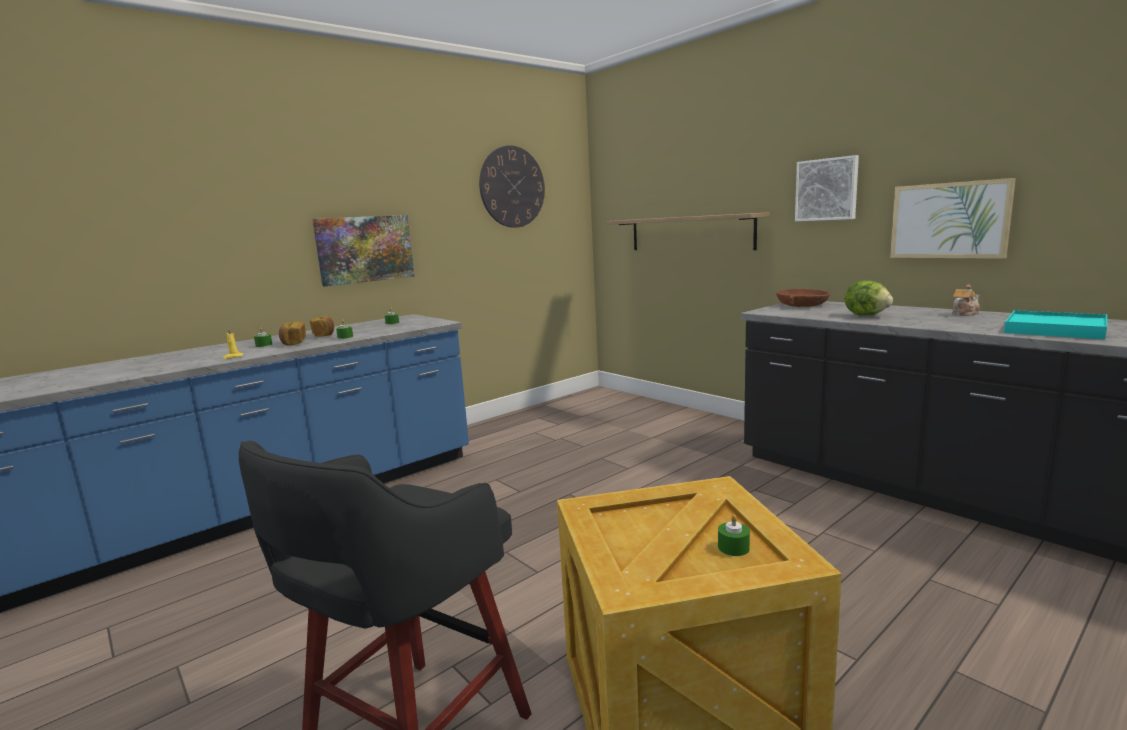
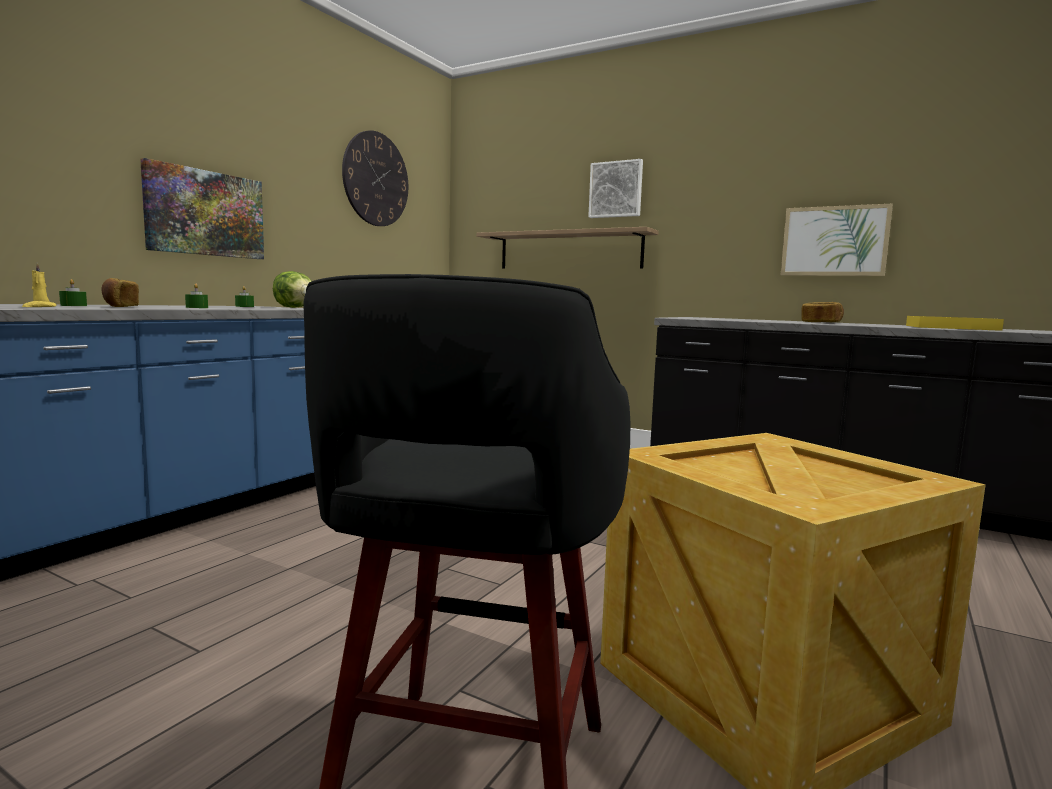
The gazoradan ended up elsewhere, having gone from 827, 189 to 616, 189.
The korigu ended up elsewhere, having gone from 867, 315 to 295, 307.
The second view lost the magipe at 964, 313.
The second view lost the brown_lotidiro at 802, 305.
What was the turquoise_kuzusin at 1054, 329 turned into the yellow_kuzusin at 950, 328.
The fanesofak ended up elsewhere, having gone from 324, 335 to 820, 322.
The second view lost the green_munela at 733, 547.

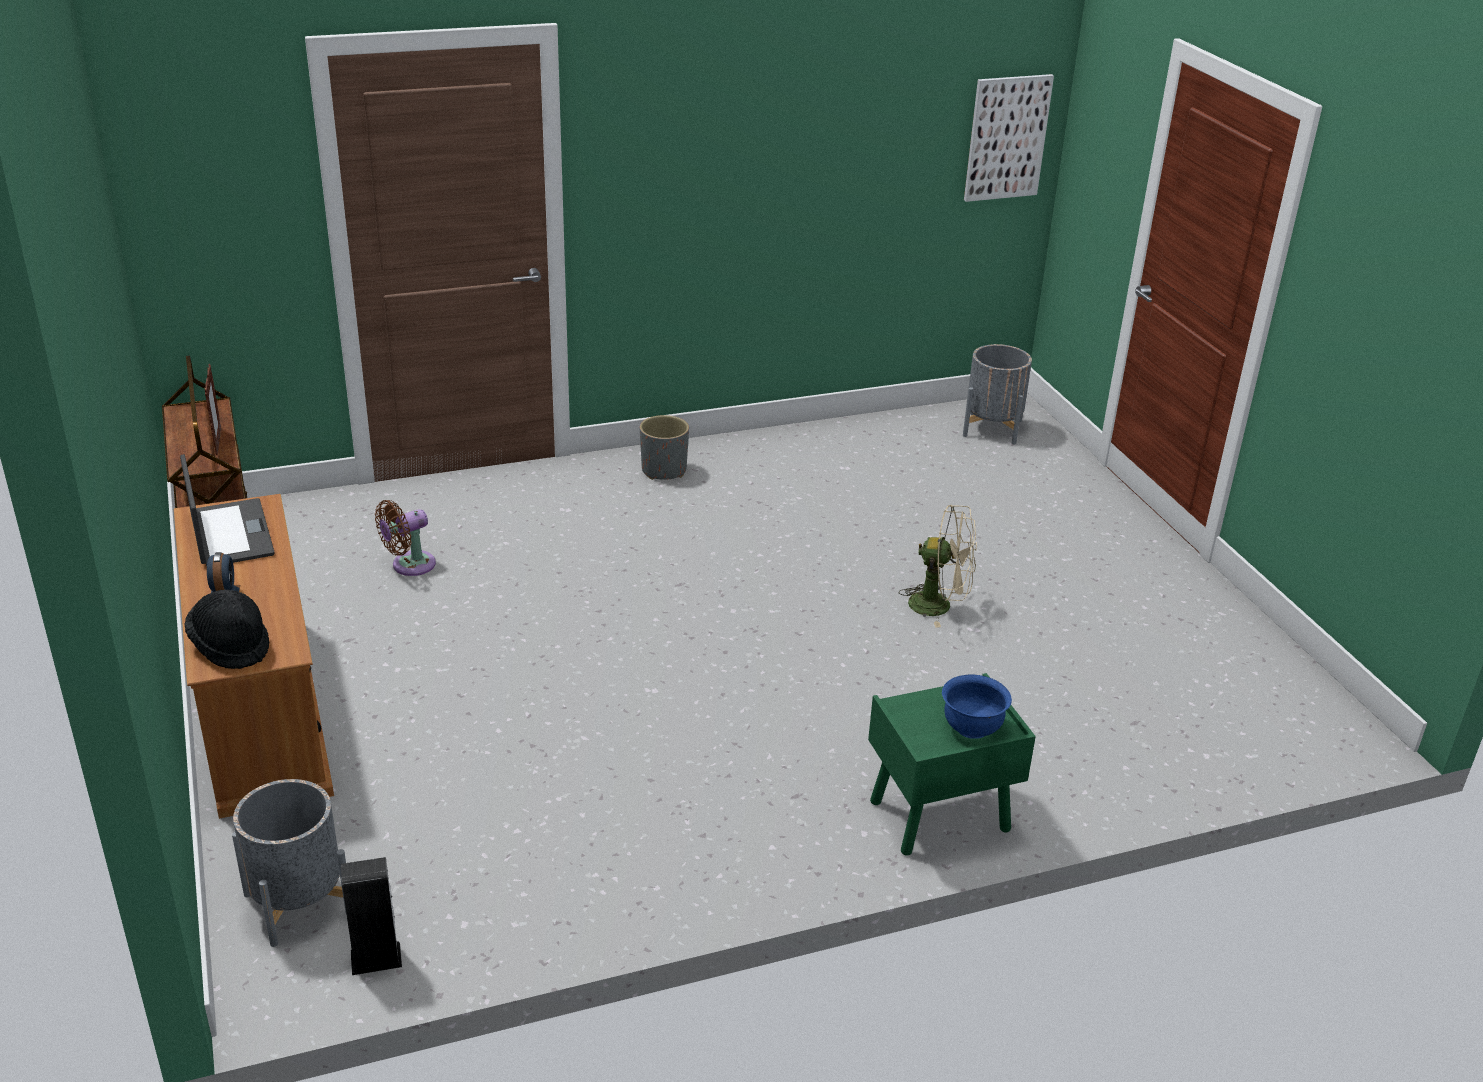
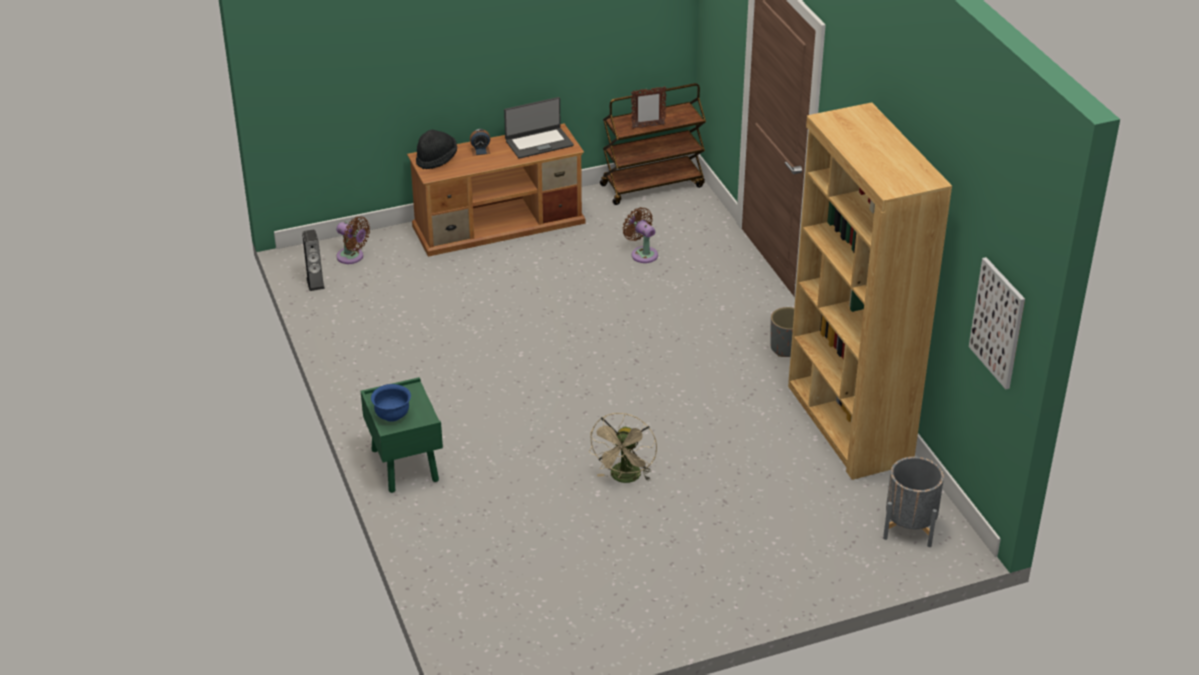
Where the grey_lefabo stood at 298, 903, the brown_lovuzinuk came to stand at 352, 257.
The second view gained the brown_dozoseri at 848, 424.

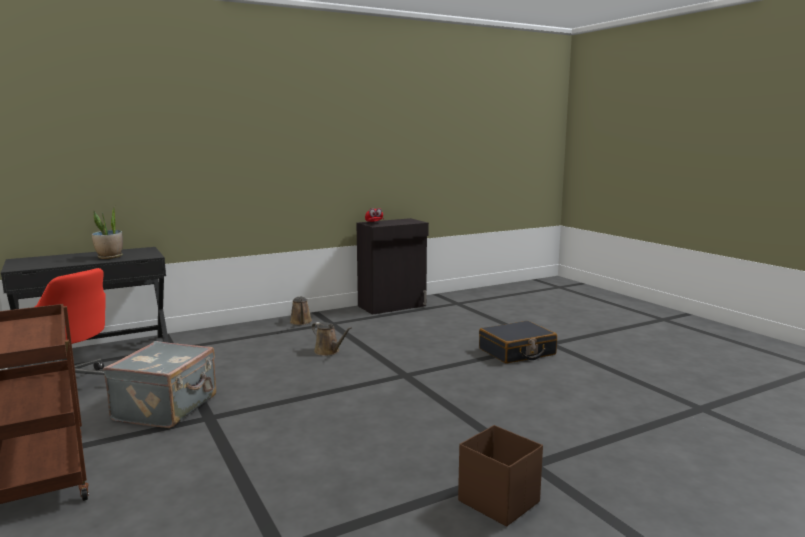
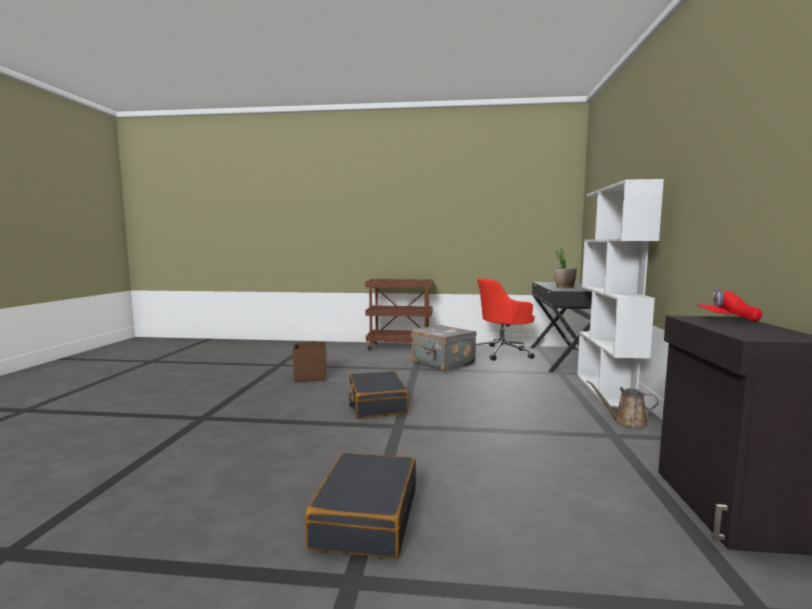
The second view lost the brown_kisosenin at 328, 351.
The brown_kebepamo ended up elsewhere, having gone from 498, 501 to 311, 377.
The second view gained the white_dozoseri at 608, 392.
The second view gained the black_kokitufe at 376, 404.

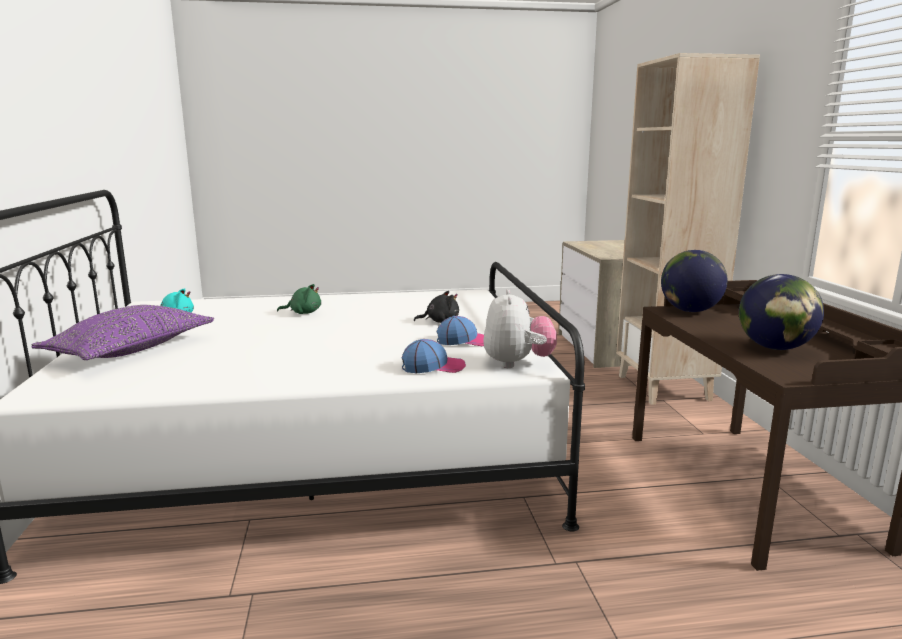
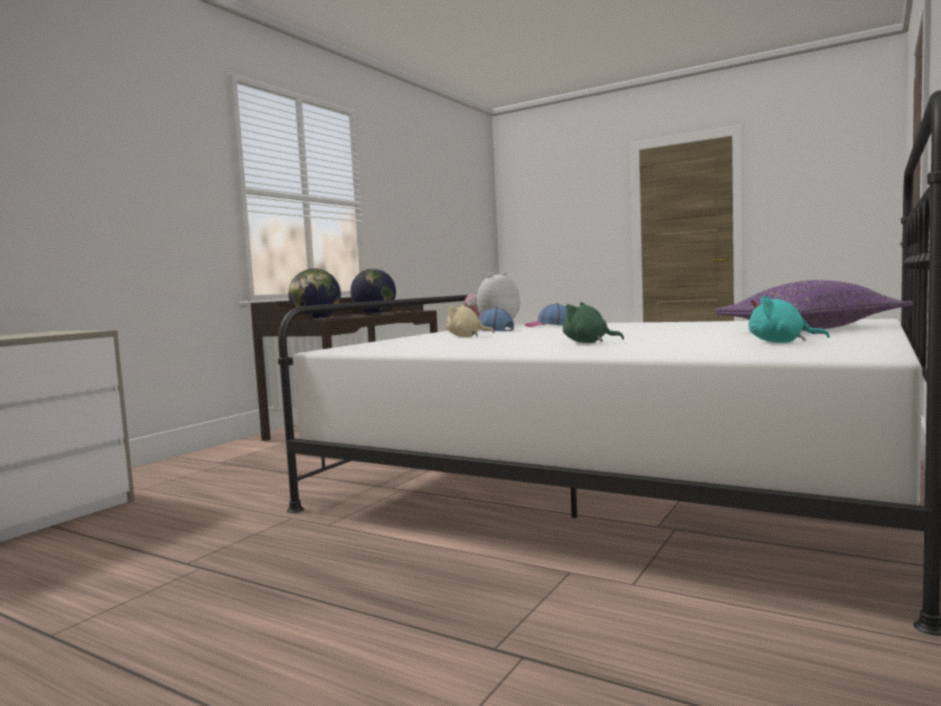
The second view lost the beige_dozoseri at 664, 388.
What was the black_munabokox at 440, 321 turned into the beige_munabokox at 466, 336.

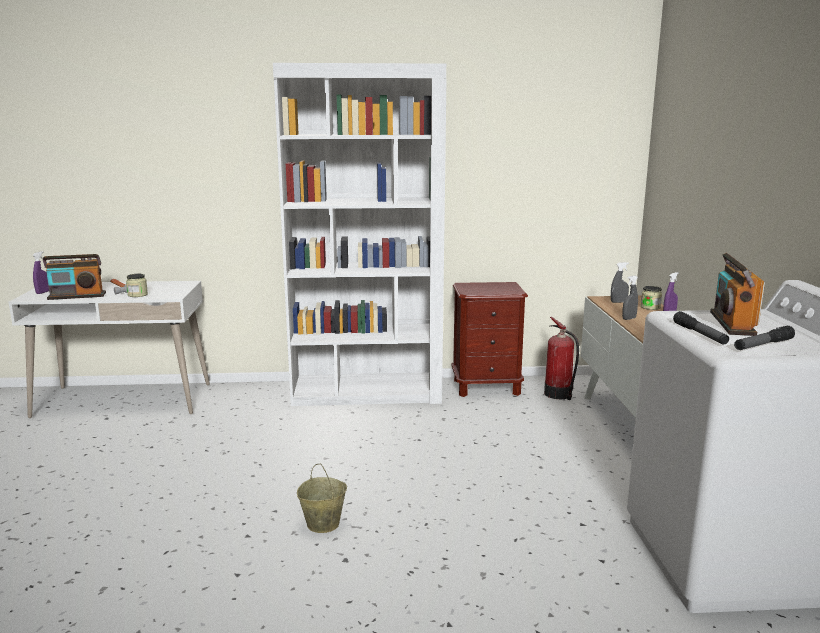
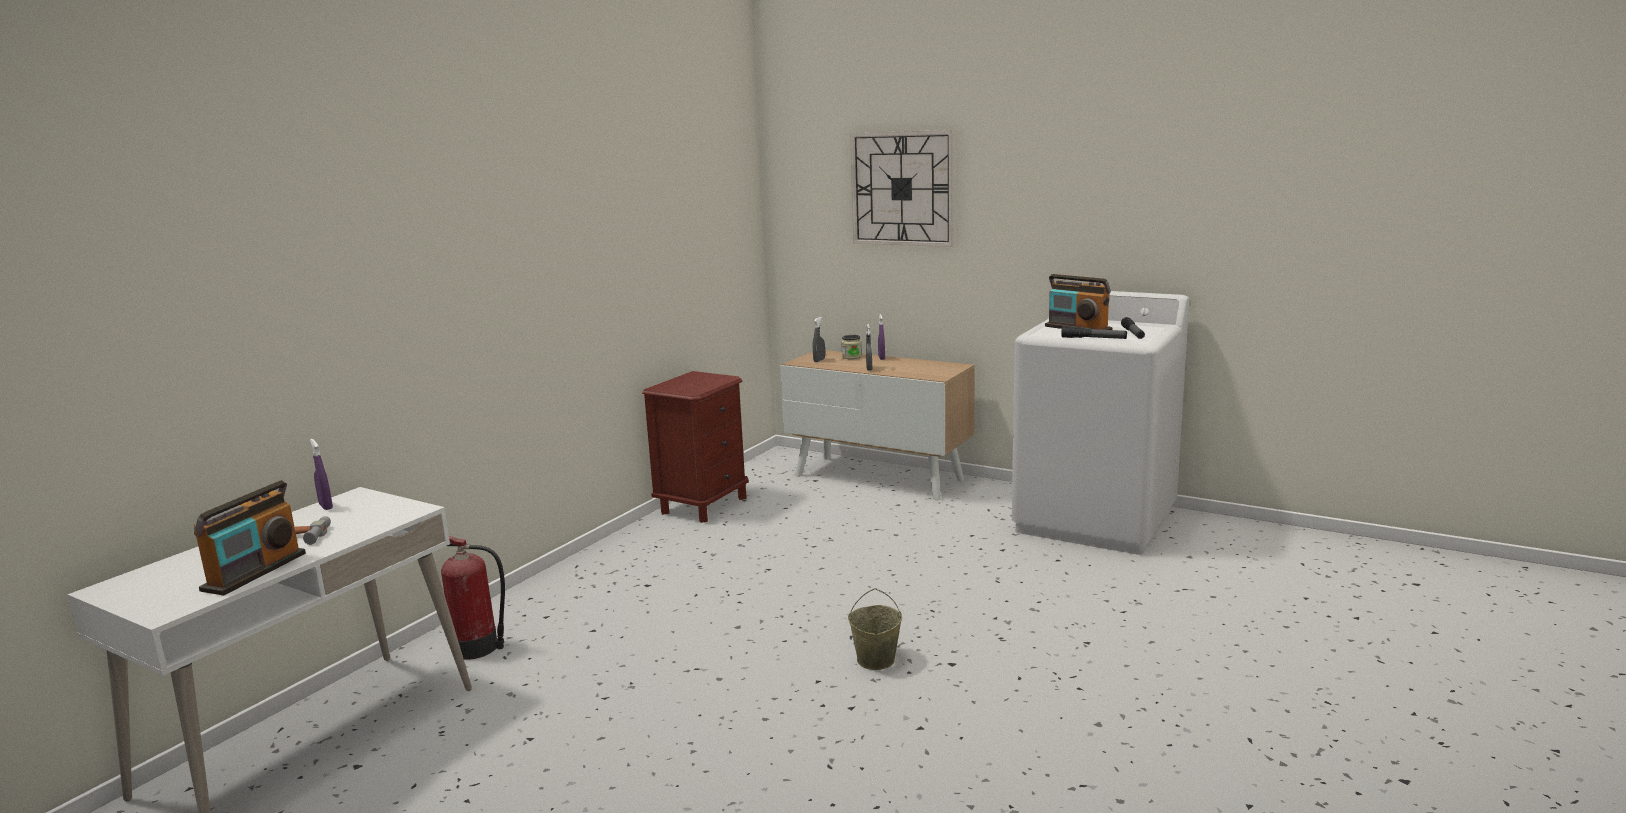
The second view lost the white_dozoseri at 367, 392.
The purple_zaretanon ended up elsewhere, having gone from 43, 292 to 326, 506.
The second view lost the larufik at 137, 295.
The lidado ended up elsewhere, having gone from 559, 394 to 478, 648.
The second view gained the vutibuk at 902, 188.

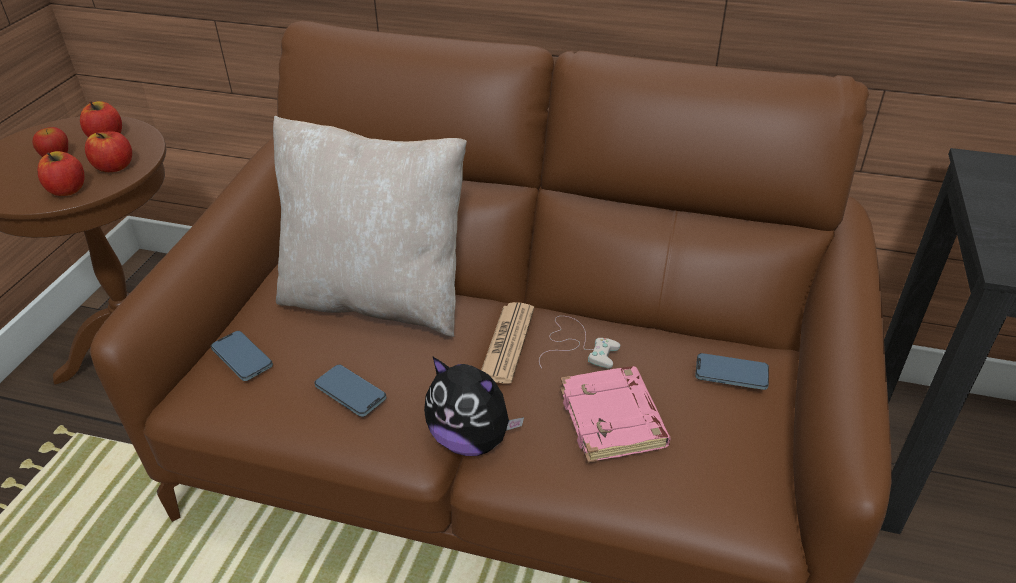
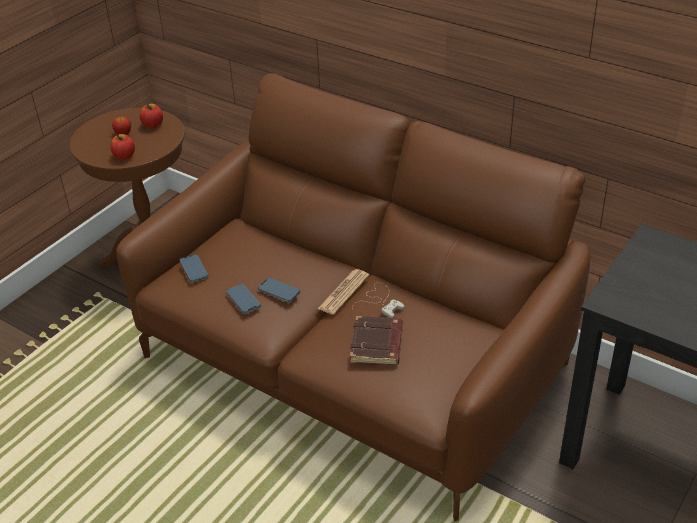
The second view lost the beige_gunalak at 376, 298.
The second view lost the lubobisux at 114, 167.
The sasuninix ended up elsewhere, having gone from 731, 374 to 279, 291.
The second view lost the munabokox at 471, 439.
What was the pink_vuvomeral at 614, 420 turned into the brown_vuvomeral at 378, 345.

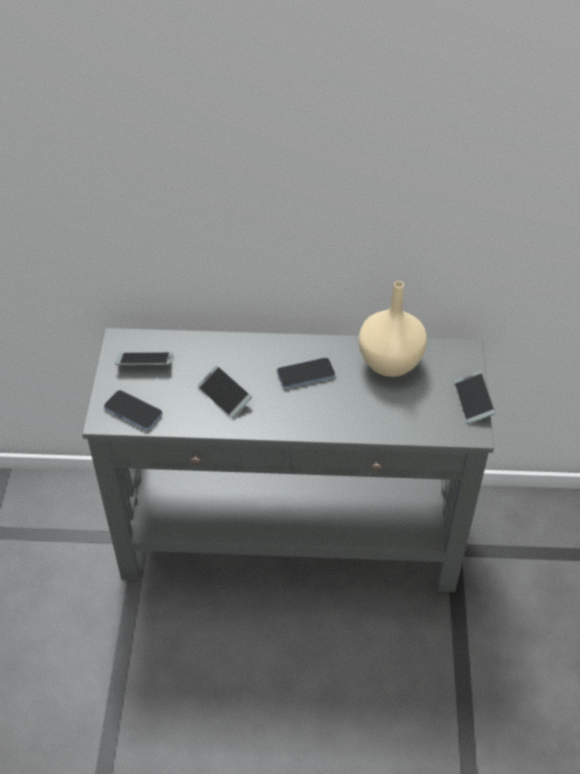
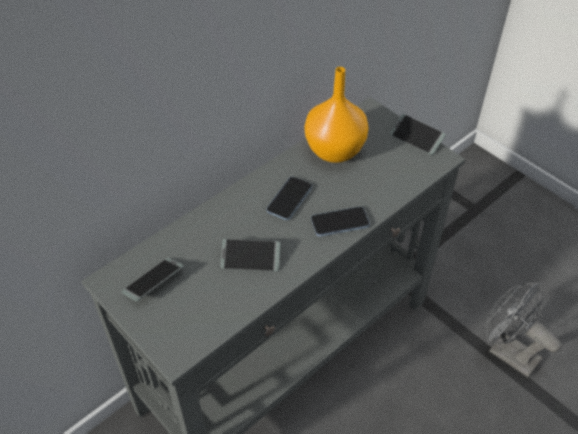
What was the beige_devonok at 390, 361 turned into the orange_devonok at 333, 150.
The sasuninix ended up elsewhere, having gone from 133, 411 to 340, 222.
The second view gained the grey_lovuzinuk at 507, 352.

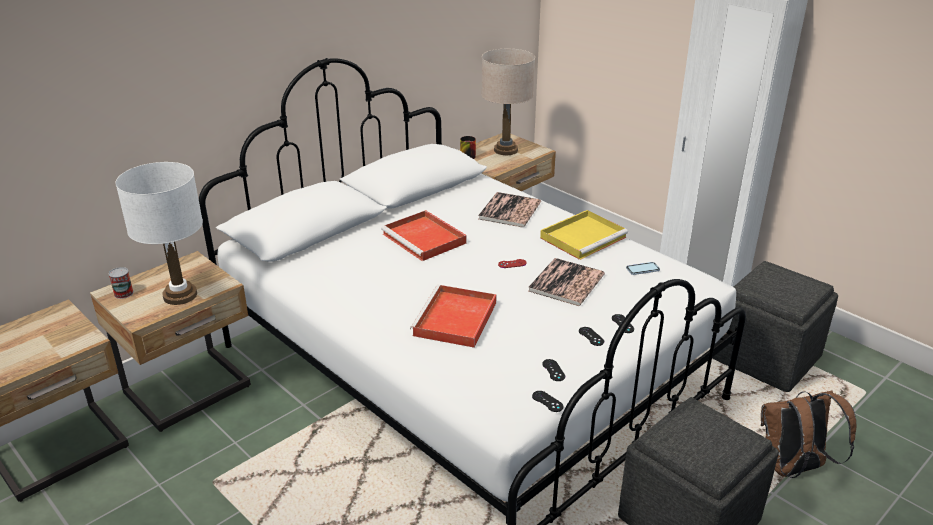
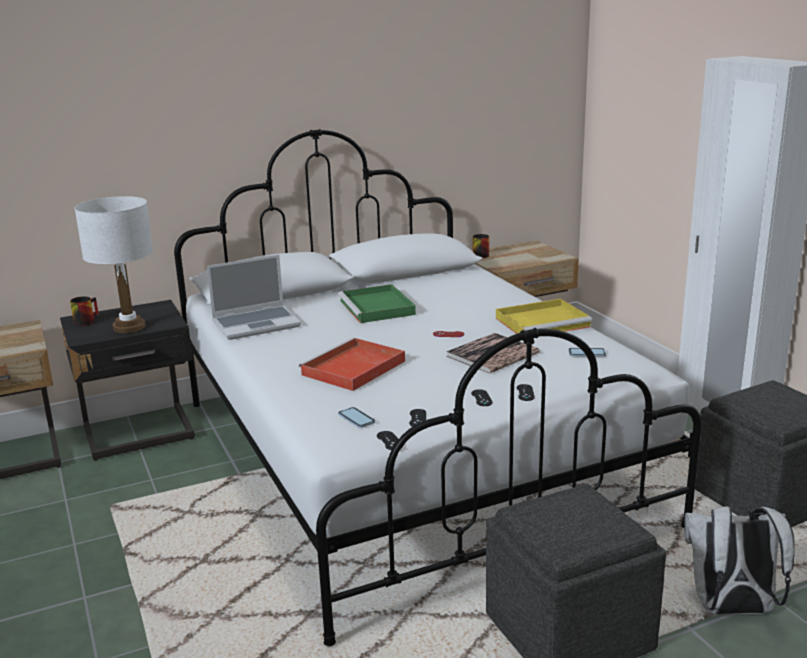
The second view lost the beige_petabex at 505, 150.
The second view lost the vuvomeral at 510, 211.
What was the red_kuzusin at 425, 239 turned into the green_kuzusin at 378, 308.
What was the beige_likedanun at 190, 391 turned into the black_likedanun at 140, 435.
Where the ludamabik stood at 123, 293, the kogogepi came to stand at 85, 321.
What was the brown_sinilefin at 792, 468 turned into the white_sinilefin at 731, 609.
The second view gained the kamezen at 257, 324.
The second view gained the sasuninix at 356, 419.

